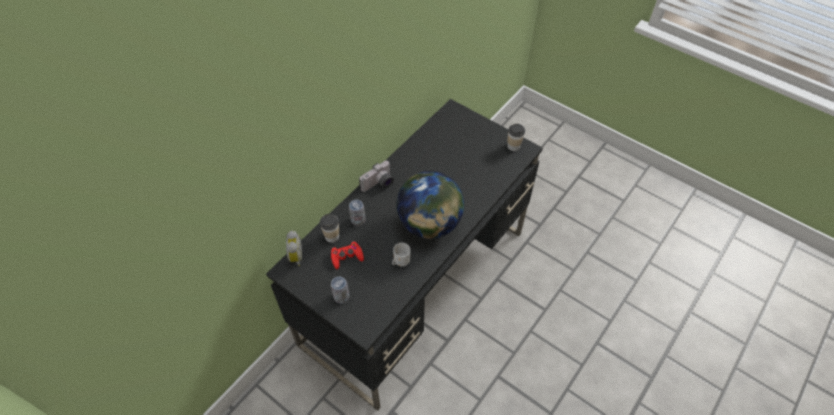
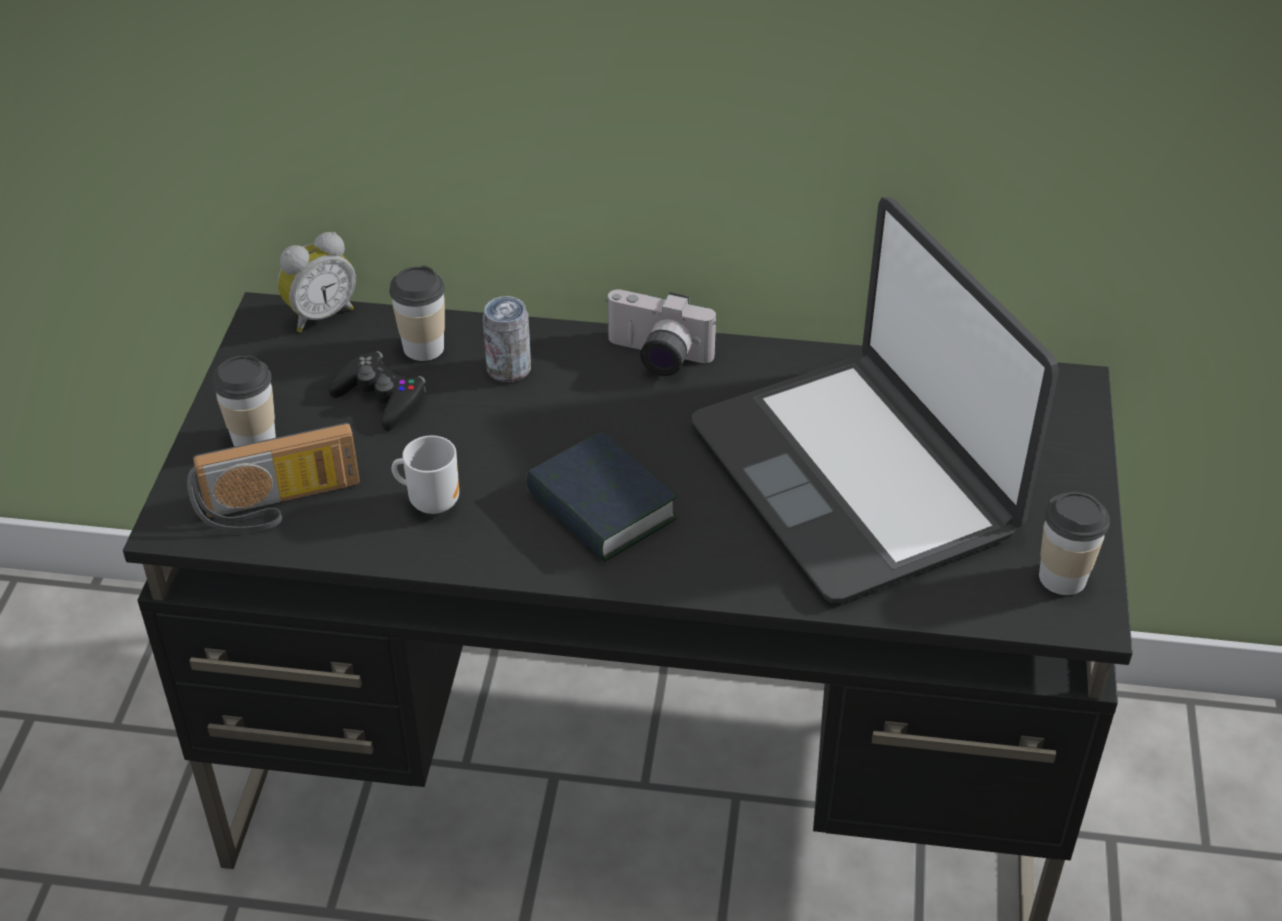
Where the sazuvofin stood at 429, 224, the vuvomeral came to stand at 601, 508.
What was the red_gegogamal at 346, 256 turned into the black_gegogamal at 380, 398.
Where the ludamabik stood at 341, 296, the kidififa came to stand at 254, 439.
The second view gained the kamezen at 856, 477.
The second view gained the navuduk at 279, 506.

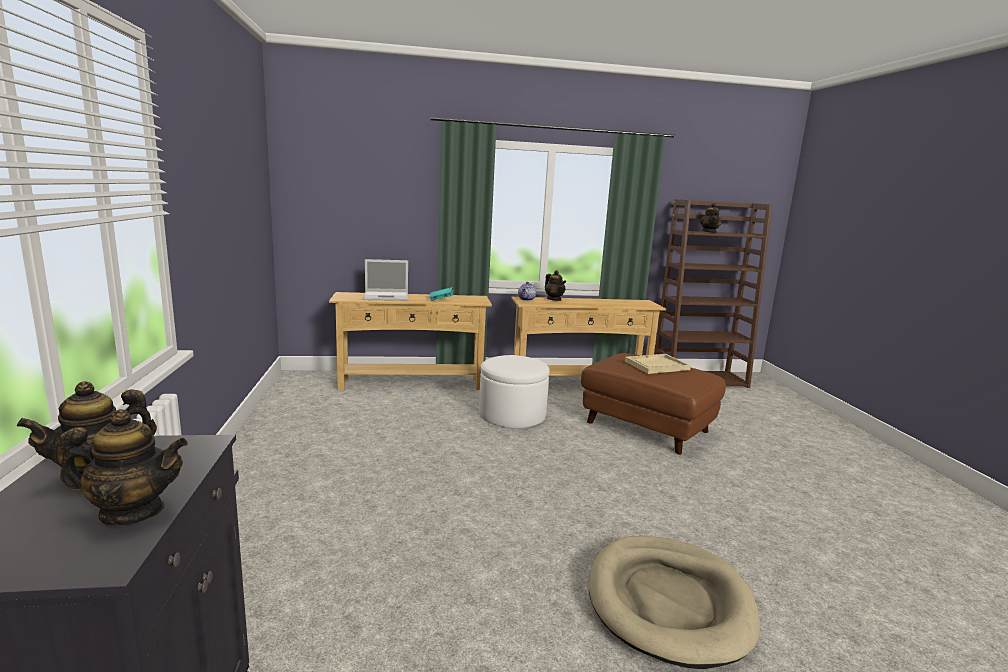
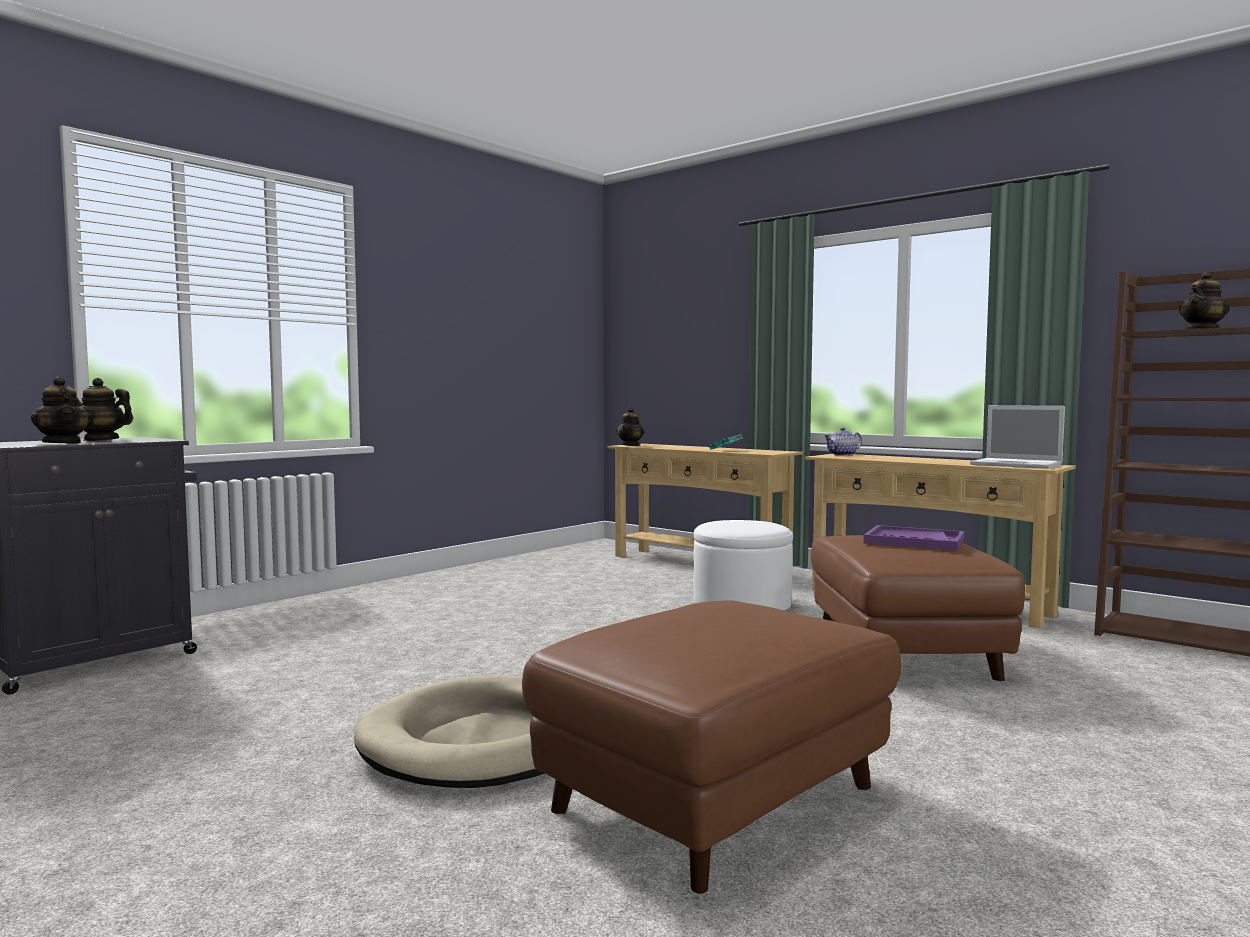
The kamezen ended up elsewhere, having gone from 387, 296 to 1018, 464.
The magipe ended up elsewhere, having gone from 554, 299 to 630, 445.
What was the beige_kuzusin at 656, 365 turned into the purple_kuzusin at 914, 541.
The second view gained the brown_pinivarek at 717, 799.

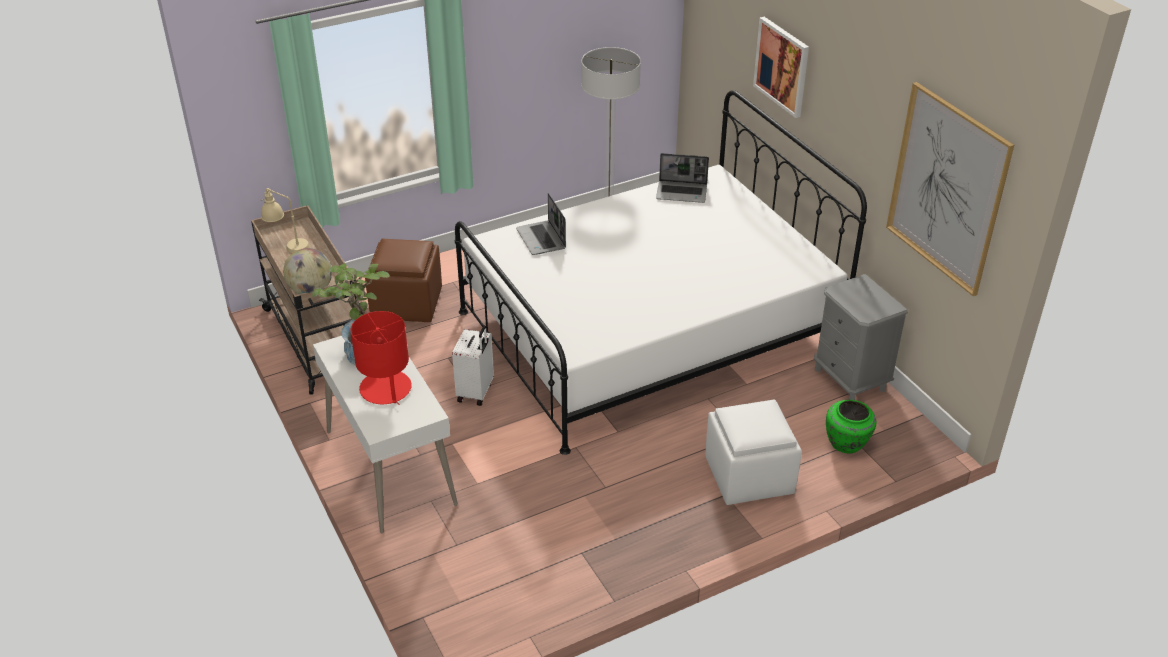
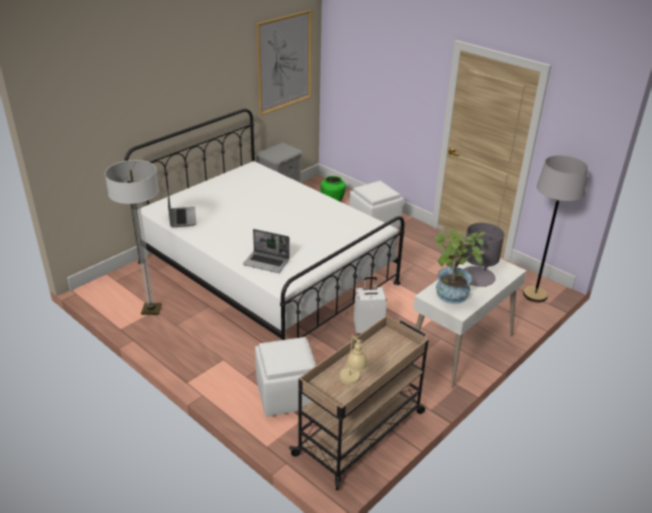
The second view lost the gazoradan at 782, 66.
The kamezen at 542, 239 ended up facing another way, 60 degrees clockwise from before.
What was the brown_pinivarek at 406, 303 turned into the white_pinivarek at 286, 395.
The second view lost the sazuvofin at 311, 290.
What was the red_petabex at 386, 389 turned into the grey_petabex at 477, 277.
The second view gained the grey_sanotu at 535, 295.

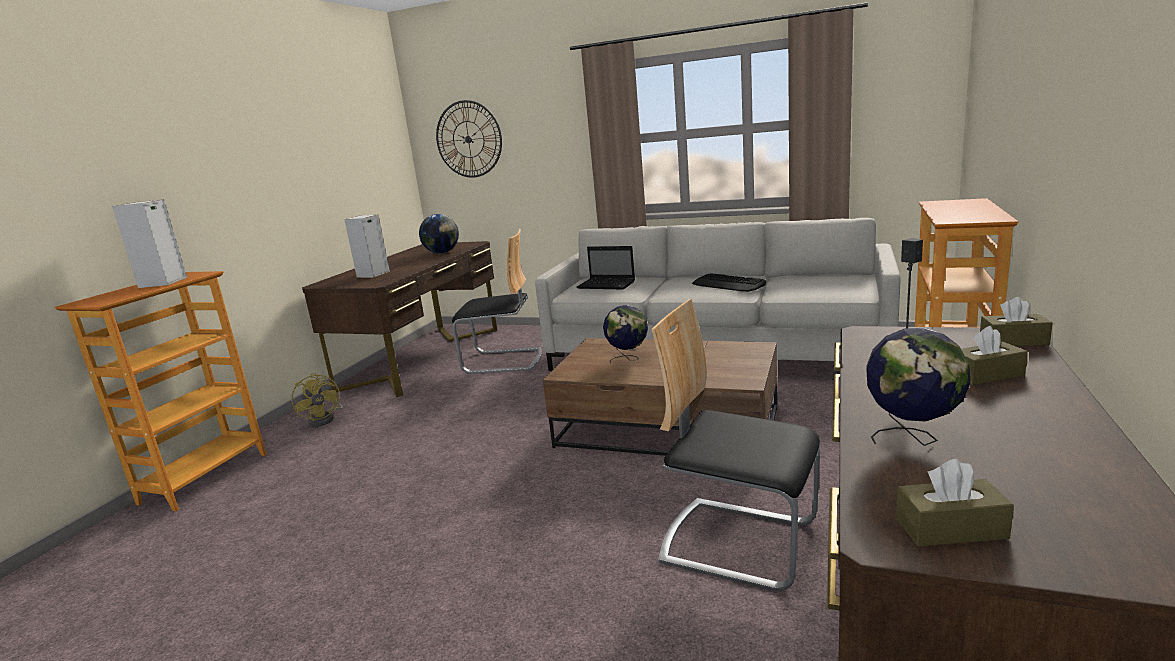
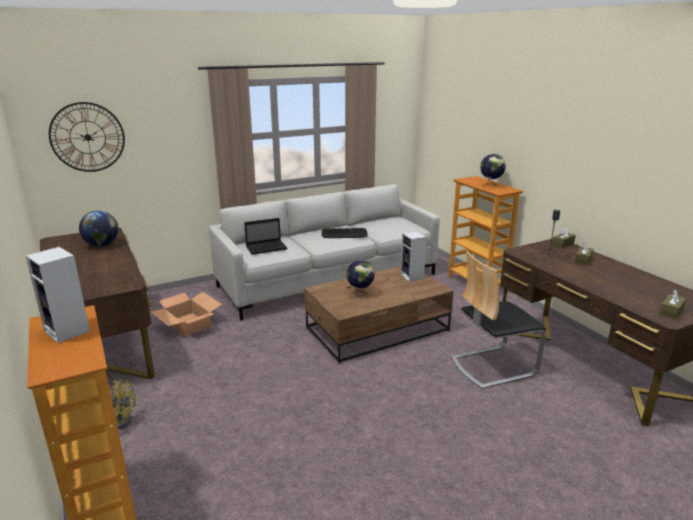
The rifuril ended up elsewhere, having gone from 373, 275 to 413, 277.
Where the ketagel stood at 503, 361, the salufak came to stand at 188, 324.
The sazuvofin ended up elsewhere, having gone from 913, 439 to 491, 185.

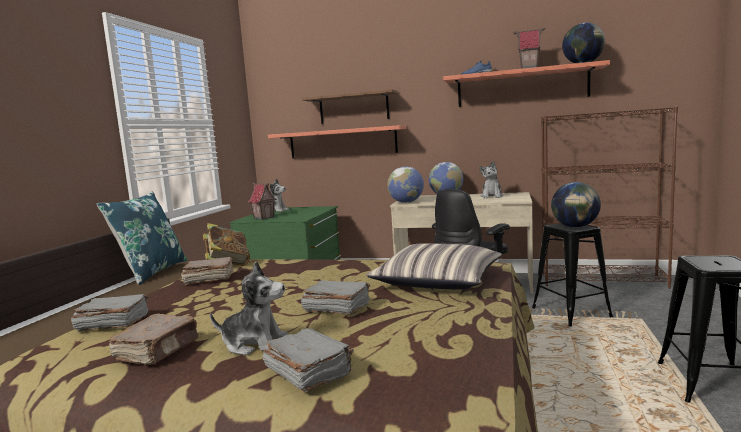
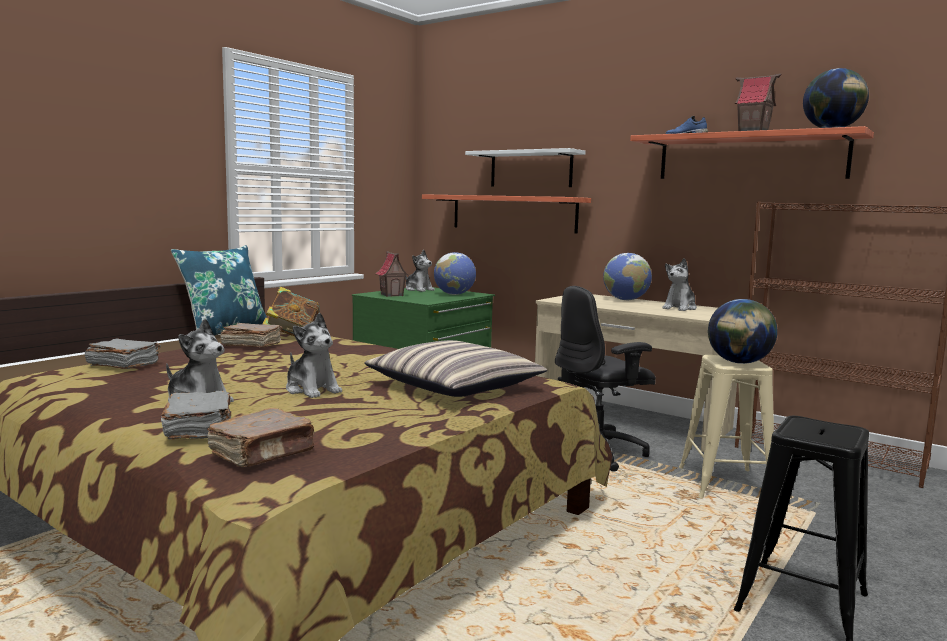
What was the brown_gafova at 354, 108 turned into the white_gafova at 531, 169.
The sazuvofin ended up elsewhere, having gone from 406, 202 to 454, 294.
What was the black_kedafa at 571, 312 turned into the beige_kedafa at 725, 483.
Where the grey_vuvomeral stood at 336, 308, the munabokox came to stand at 312, 390.
The brown_vuvomeral ended up elsewhere, having gone from 158, 351 to 263, 454.

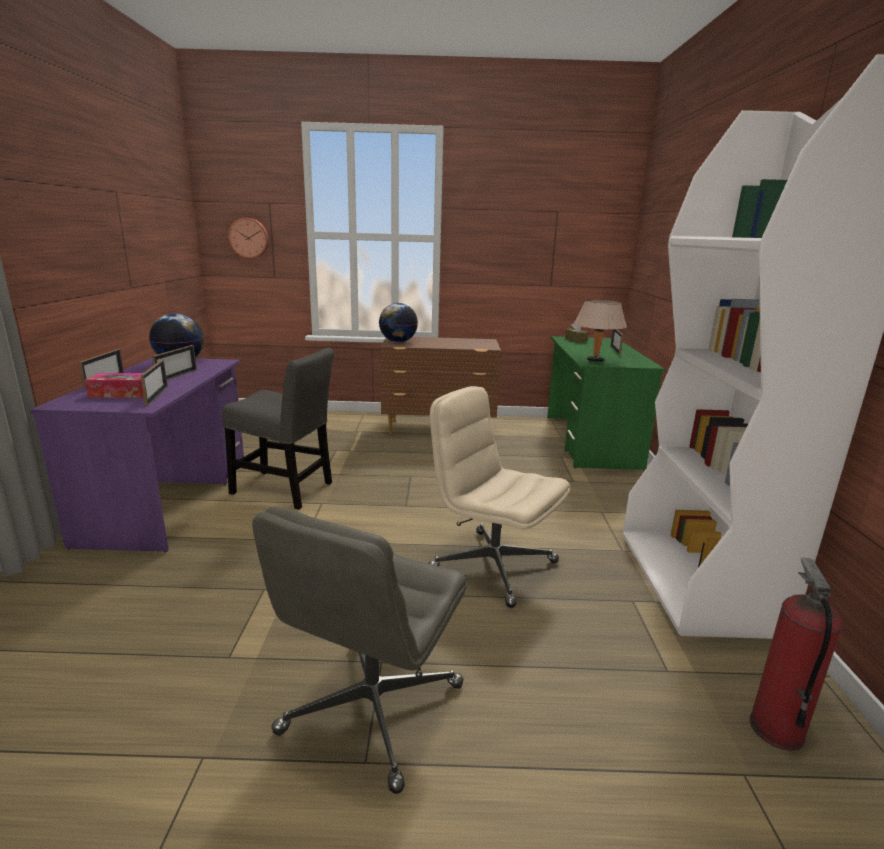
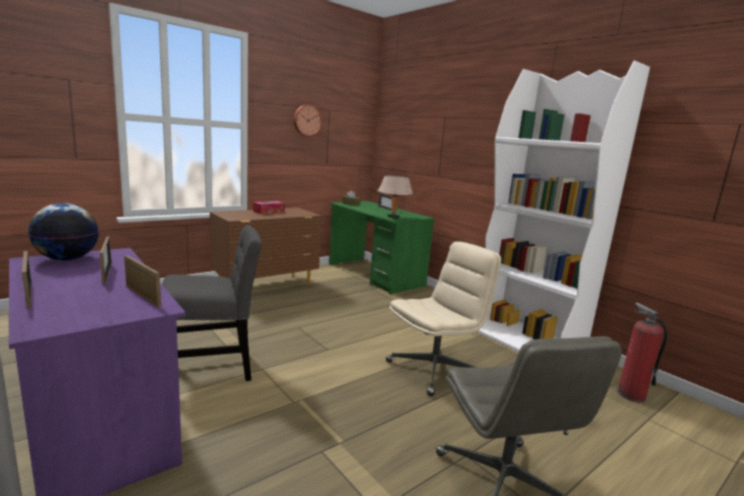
The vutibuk ended up elsewhere, having gone from 249, 238 to 307, 120.
The second view lost the sazuvofin at 398, 341.
The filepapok ended up elsewhere, having gone from 122, 393 to 269, 211.
The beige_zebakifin at 491, 566 ended up facing another way, 150 degrees clockwise from before.

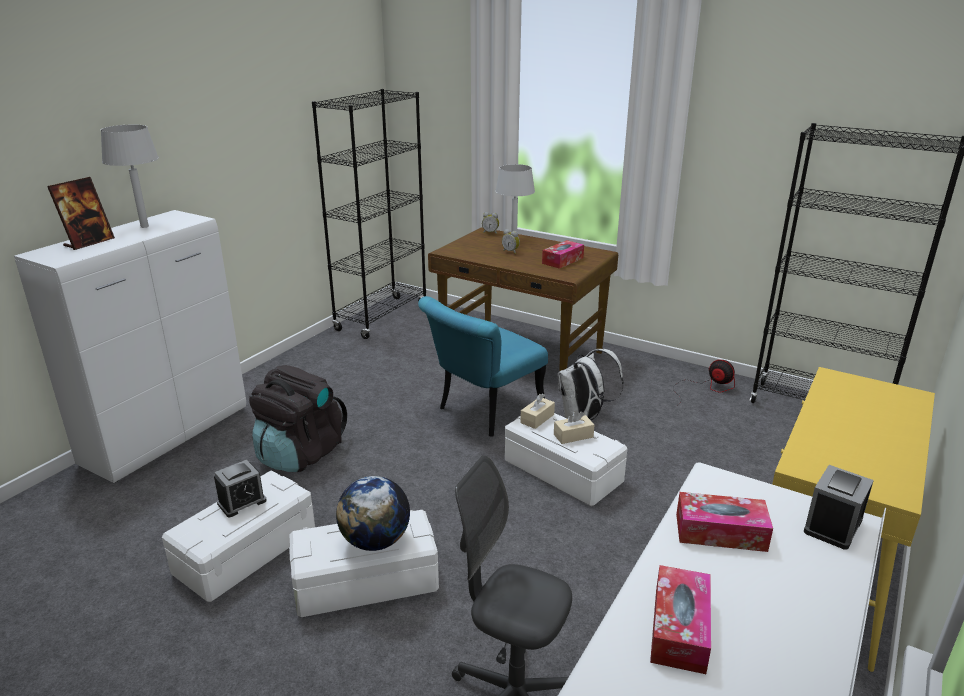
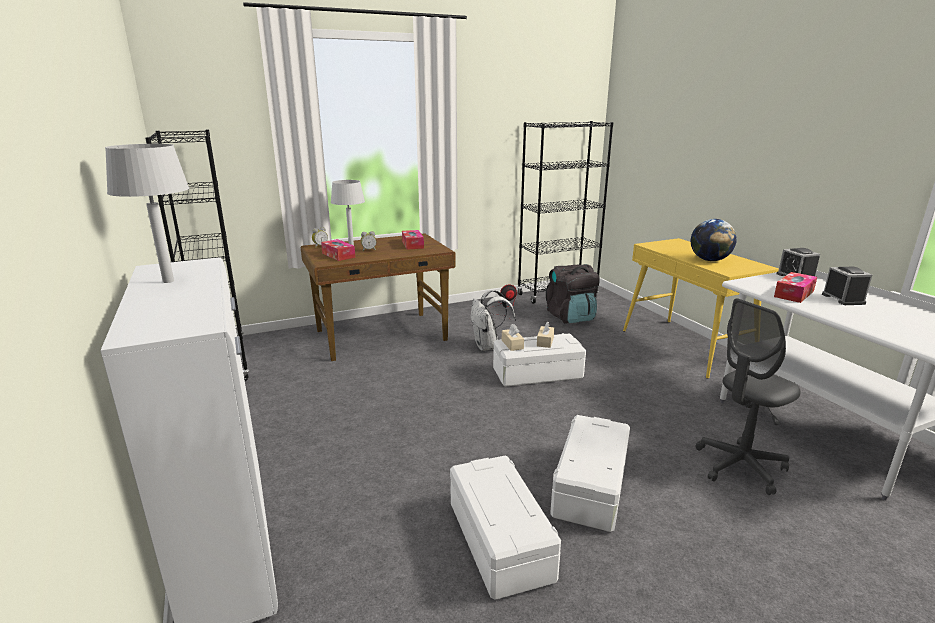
The second view lost the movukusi at 89, 242.
The second view lost the turquoise_ketagel at 483, 412.
The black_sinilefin ended up elsewhere, having gone from 300, 453 to 571, 317.
The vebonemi ended up elsewhere, having gone from 242, 502 to 843, 299.
The sazuvofin ended up elsewhere, having gone from 375, 541 to 709, 260.
The filepapok ended up elsewhere, having gone from 679, 629 to 338, 255.

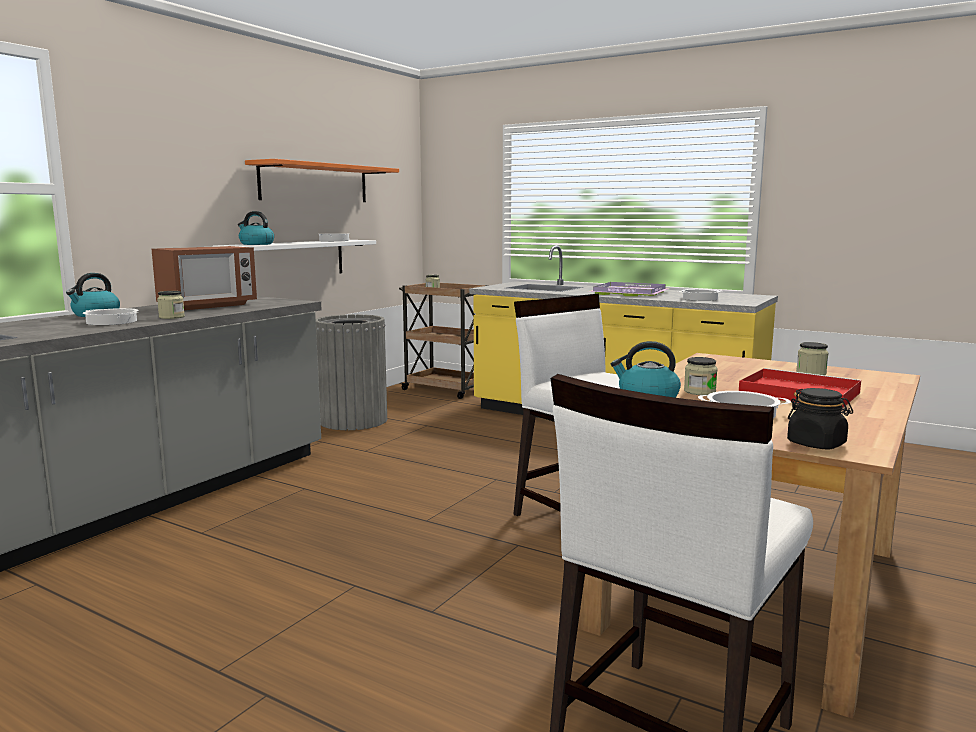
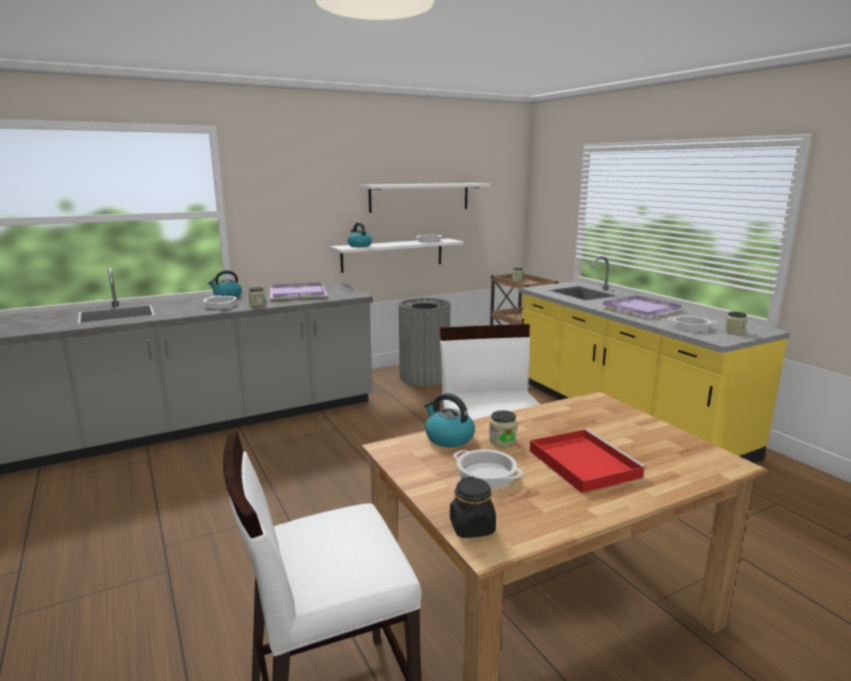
What was the orange_gafova at 315, 183 turned into the white_gafova at 419, 197.
Where the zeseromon stood at 207, 306, the purple_kuzusin came to stand at 299, 293.
The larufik ended up elsewhere, having gone from 811, 373 to 734, 332.

